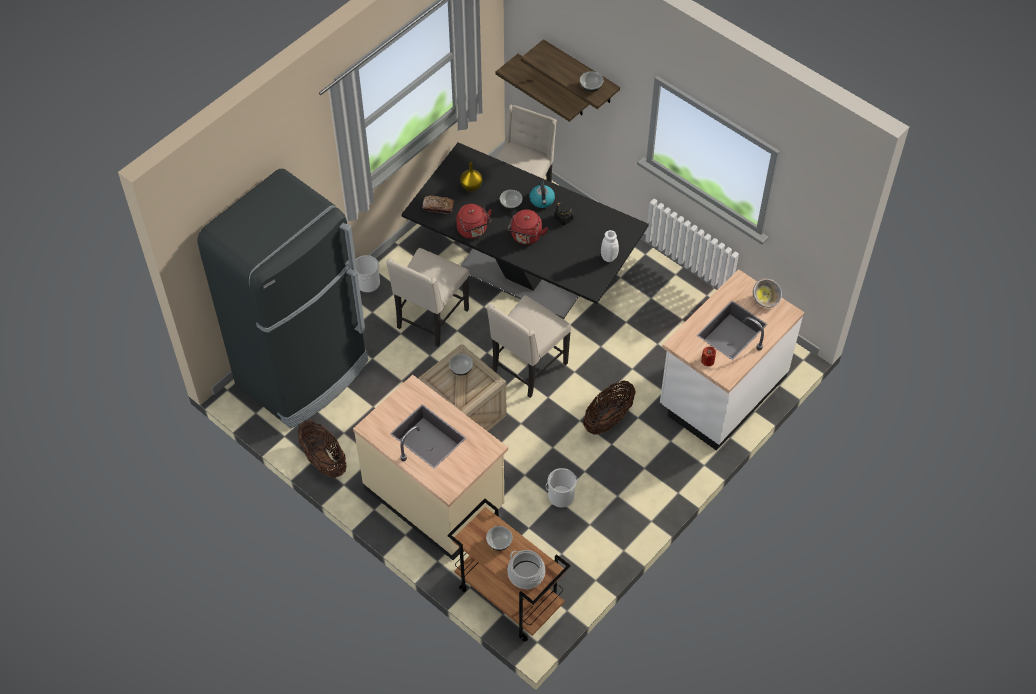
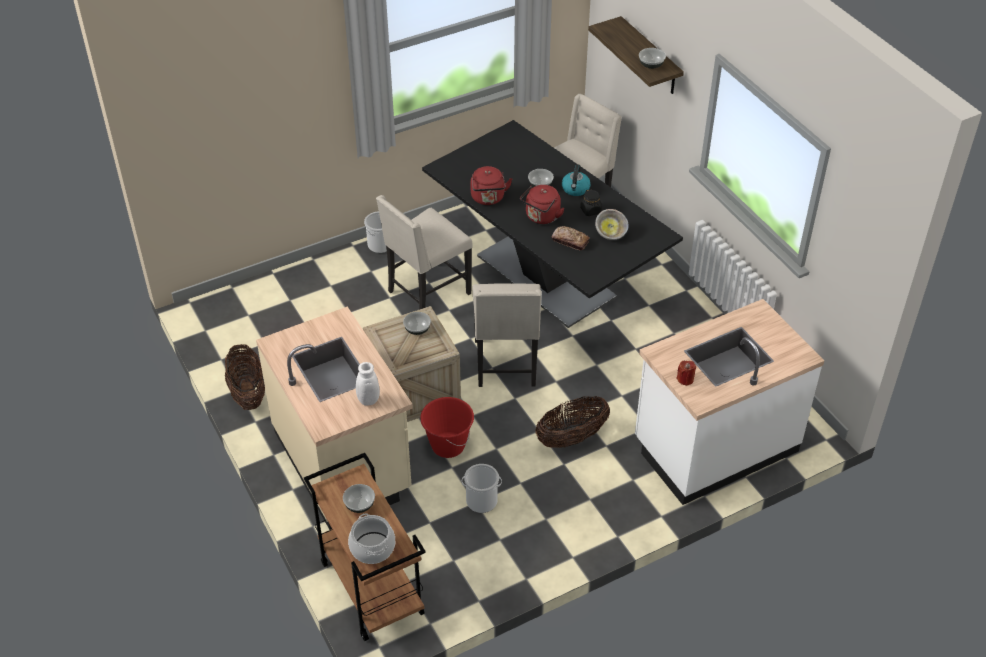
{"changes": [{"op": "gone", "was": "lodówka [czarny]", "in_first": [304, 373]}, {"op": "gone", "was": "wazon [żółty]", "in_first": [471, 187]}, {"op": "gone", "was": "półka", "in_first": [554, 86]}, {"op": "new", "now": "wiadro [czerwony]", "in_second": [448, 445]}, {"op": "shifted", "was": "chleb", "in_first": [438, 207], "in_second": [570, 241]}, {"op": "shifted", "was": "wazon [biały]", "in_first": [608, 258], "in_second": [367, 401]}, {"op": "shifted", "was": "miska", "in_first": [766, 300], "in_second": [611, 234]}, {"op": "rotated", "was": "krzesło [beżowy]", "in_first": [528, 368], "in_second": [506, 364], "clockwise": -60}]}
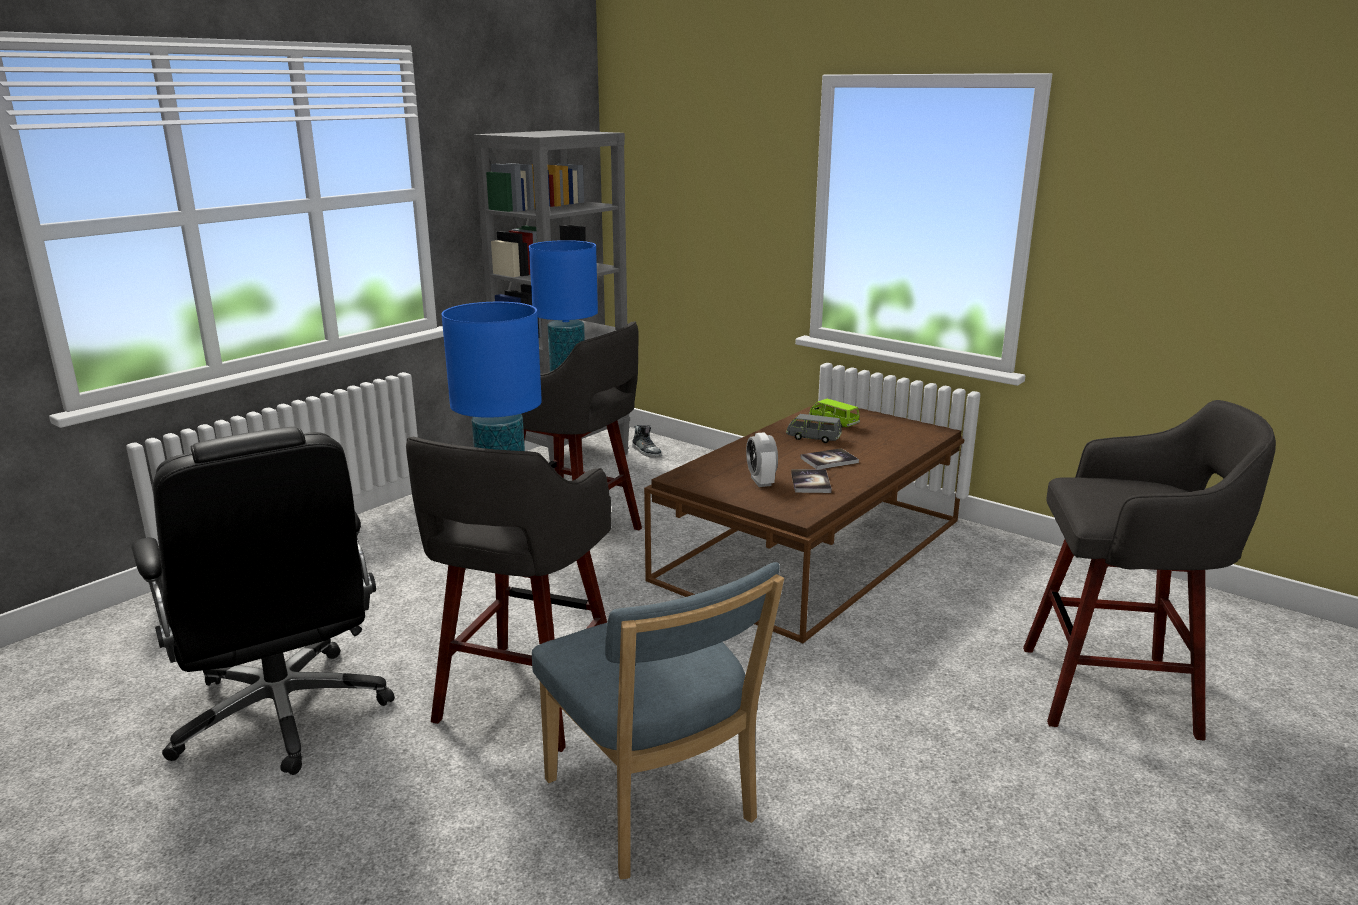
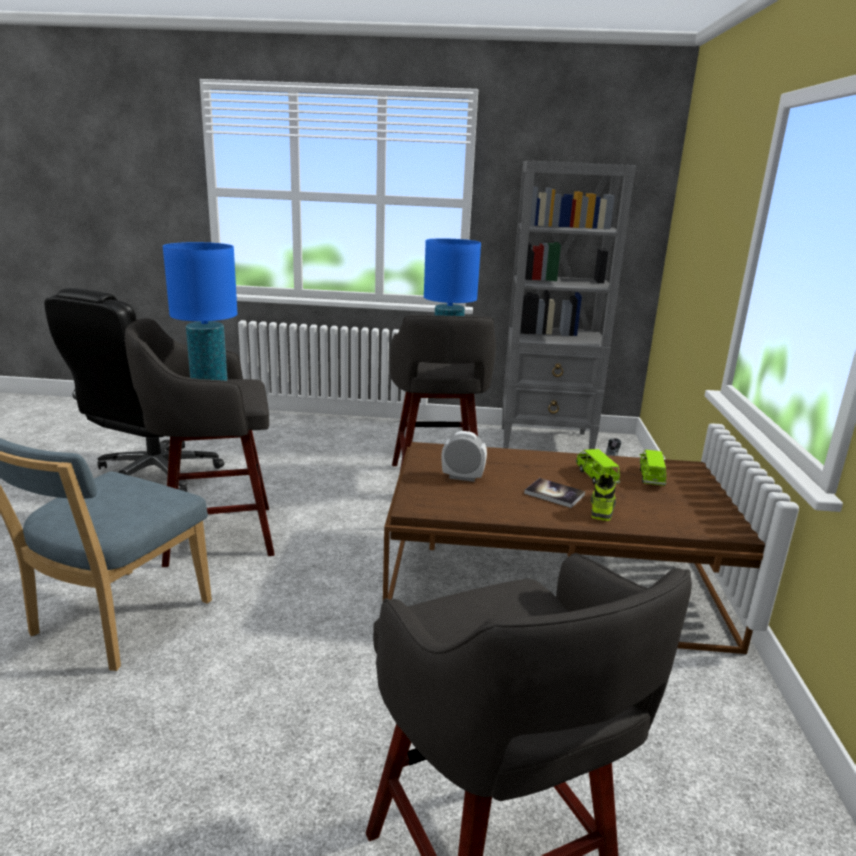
{"changes": [{"op": "gone", "was": "książka", "in_first": [810, 482]}, {"op": "new", "now": "but", "in_second": [601, 507]}, {"op": "repainted", "was": "samochodzik [szary]", "now": "samochodzik [zielony]", "in_first": [813, 438], "in_second": [596, 477]}, {"op": "rotated", "was": "budzik", "in_first": [761, 481], "in_second": [462, 477], "clockwise": 60}]}
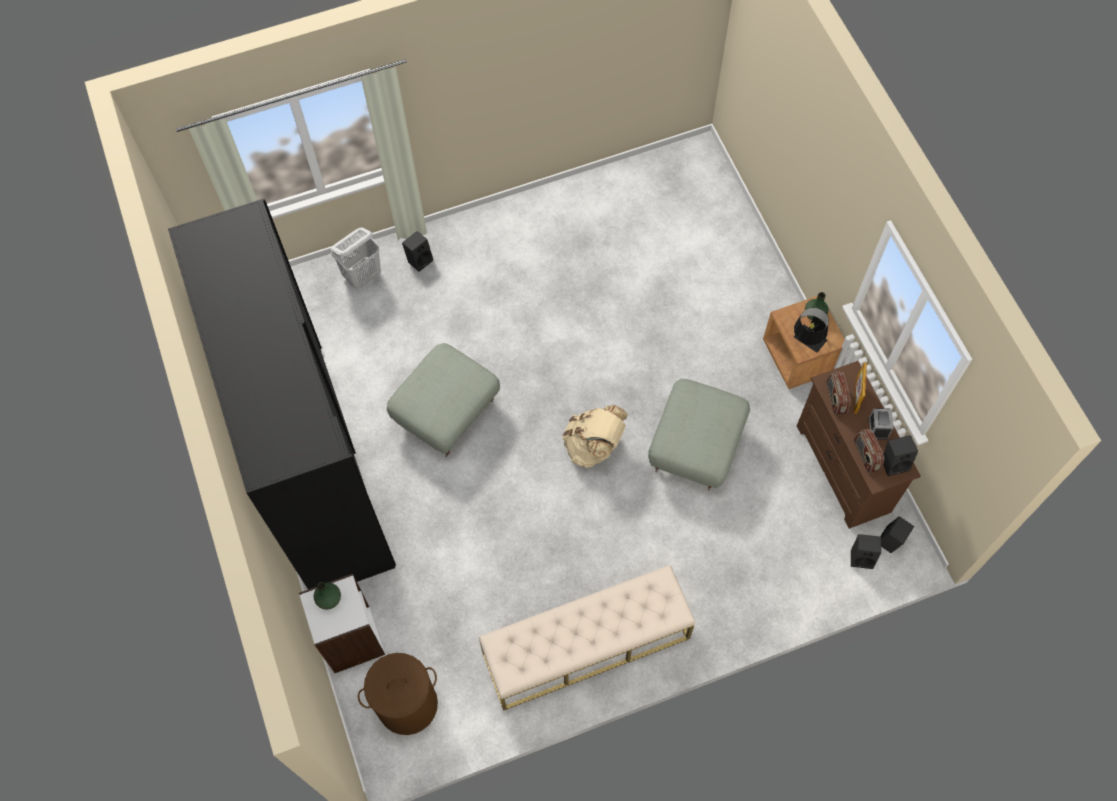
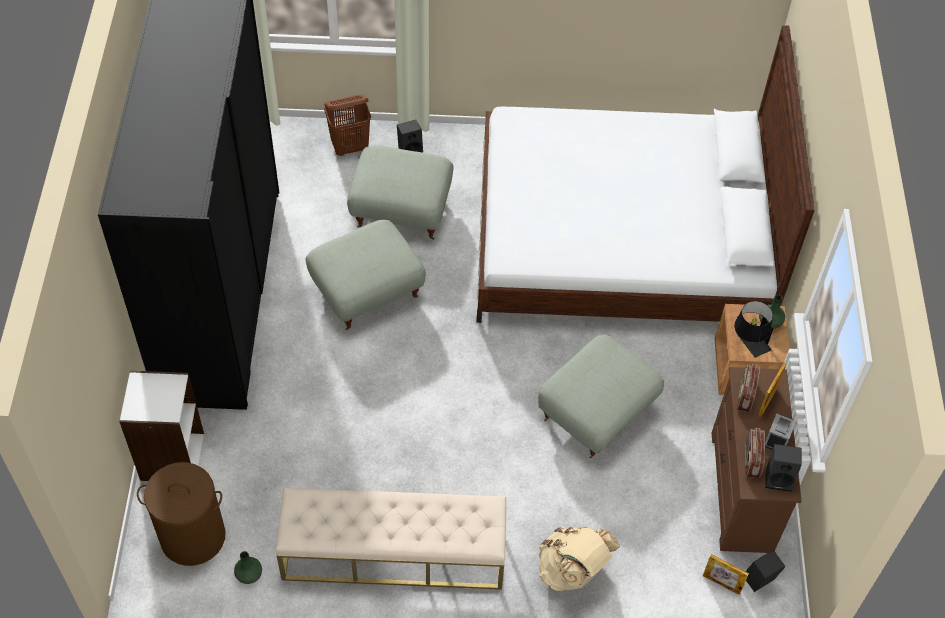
{"changes": [{"op": "new", "now": "pufa [szary]", "in_second": [402, 210]}, {"op": "new", "now": "łóżko", "in_second": [620, 238]}, {"op": "shifted", "was": "wazon [zielony]", "in_first": [328, 599], "in_second": [248, 574]}, {"op": "shifted", "was": "plecak [beżowy]", "in_first": [594, 446], "in_second": [572, 571]}, {"op": "swapped", "was": "głośnik [czarny]", "now": "ramka na zdjęcie", "in_first": [862, 557], "in_second": [721, 584]}, {"op": "repainted", "was": "kosz na pranie [biały]", "now": "kosz na pranie [brązowy]", "in_first": [363, 276], "in_second": [350, 147]}]}
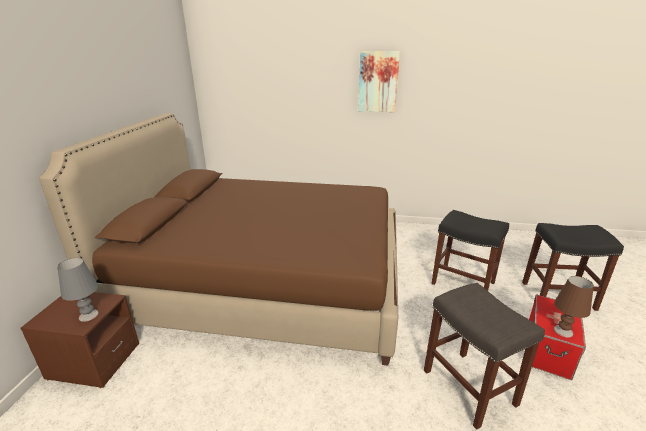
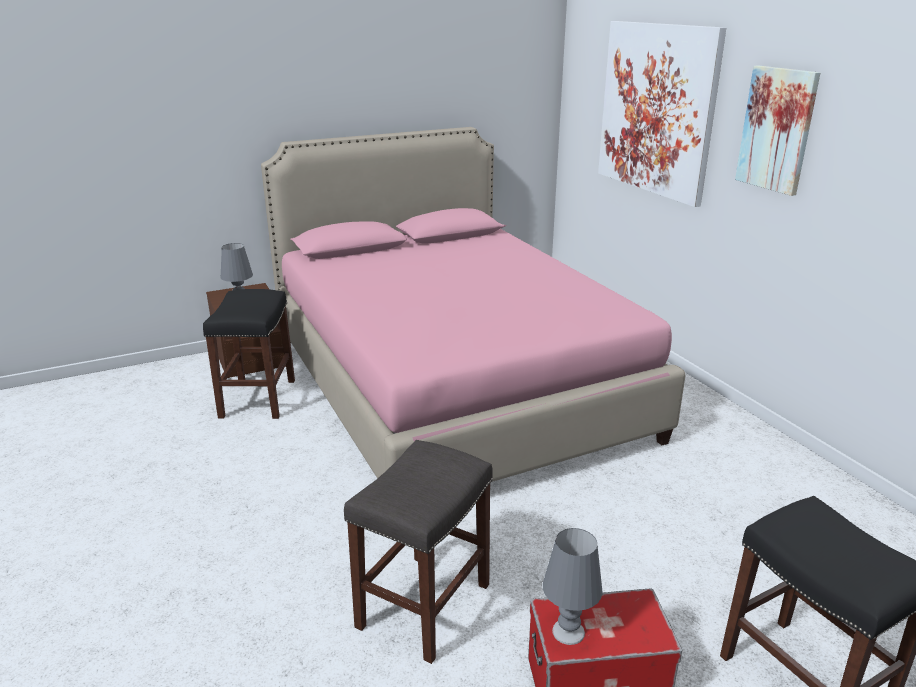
{"changes": [{"op": "new", "now": "obraz", "in_second": [657, 109]}, {"op": "shifted", "was": "stołek [czarny]", "in_first": [462, 283], "in_second": [257, 398]}, {"op": "repainted", "was": "łóżko [brązowy]", "now": "łóżko [różowy]", "in_first": [266, 283], "in_second": [452, 386]}, {"op": "repainted", "was": "lampa stołowa [brązowy]", "now": "lampa stołowa [szary]", "in_first": [563, 331], "in_second": [568, 632]}]}
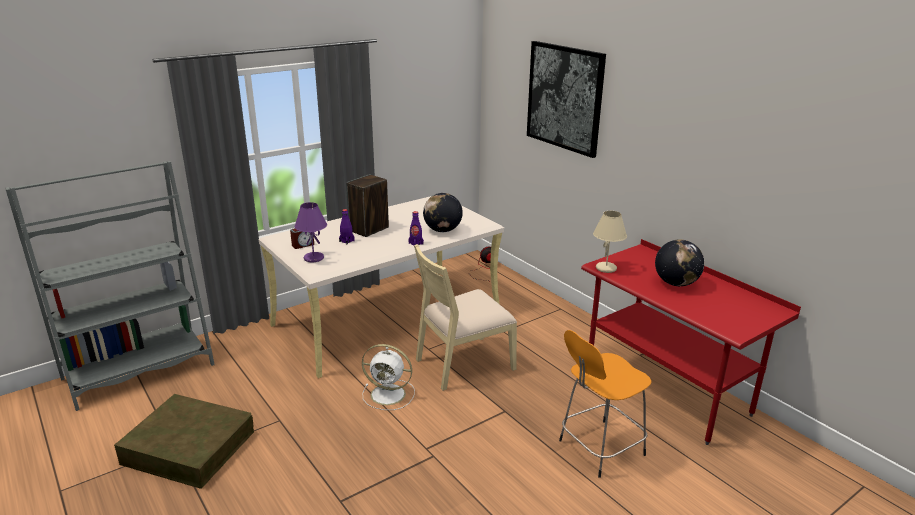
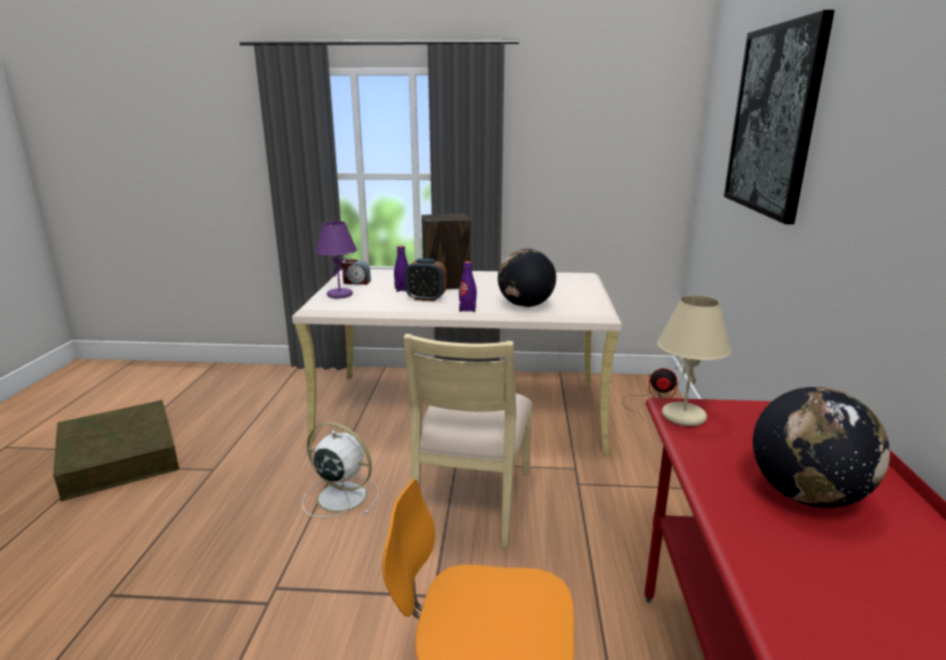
{"changes": [{"op": "gone", "was": "regał [szary]", "in_first": [139, 372]}, {"op": "new", "now": "budzik", "in_second": [426, 298]}, {"op": "rotated", "was": "wentylator [biały]", "in_first": [389, 394], "in_second": [340, 496], "clockwise": 150}, {"op": "rotated", "was": "krzesło [beżowy]", "in_first": [463, 363], "in_second": [471, 501], "clockwise": -90}]}
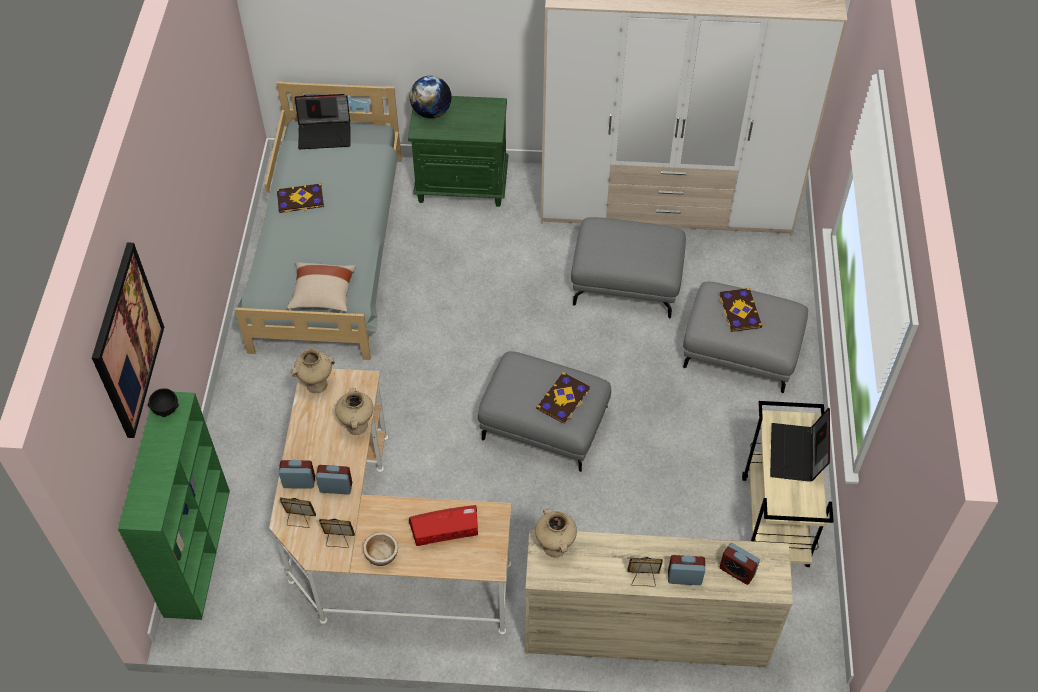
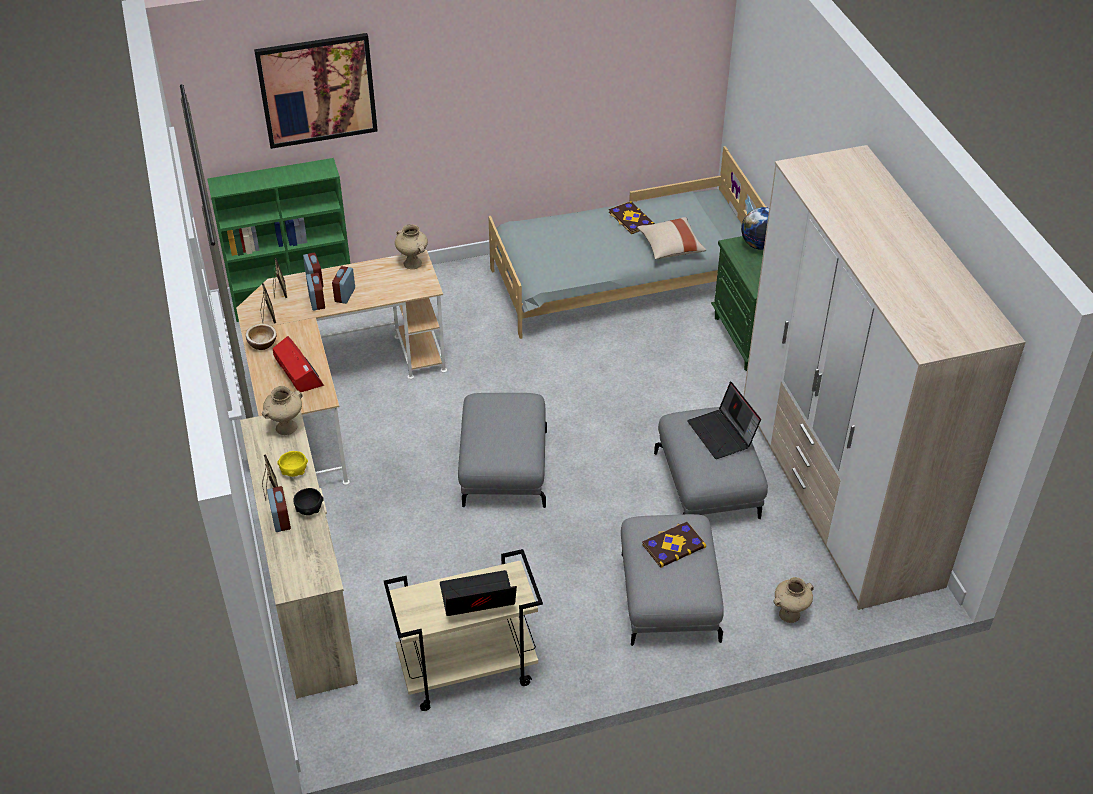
{"changes": [{"op": "gone", "was": "książka", "in_first": [564, 399]}, {"op": "new", "now": "miska [żółty]", "in_second": [294, 471]}, {"op": "shifted", "was": "miska [czarny]", "in_first": [166, 408], "in_second": [309, 509]}, {"op": "shifted", "was": "poduszka [beżowy]", "in_first": [323, 294], "in_second": [670, 247]}, {"op": "shifted", "was": "laptop", "in_first": [325, 133], "in_second": [722, 434]}, {"op": "shifted", "was": "wazon [beżowy]", "in_first": [357, 426], "in_second": [789, 615]}, {"op": "shifted", "was": "budzik", "in_first": [737, 571], "in_second": [345, 295]}]}
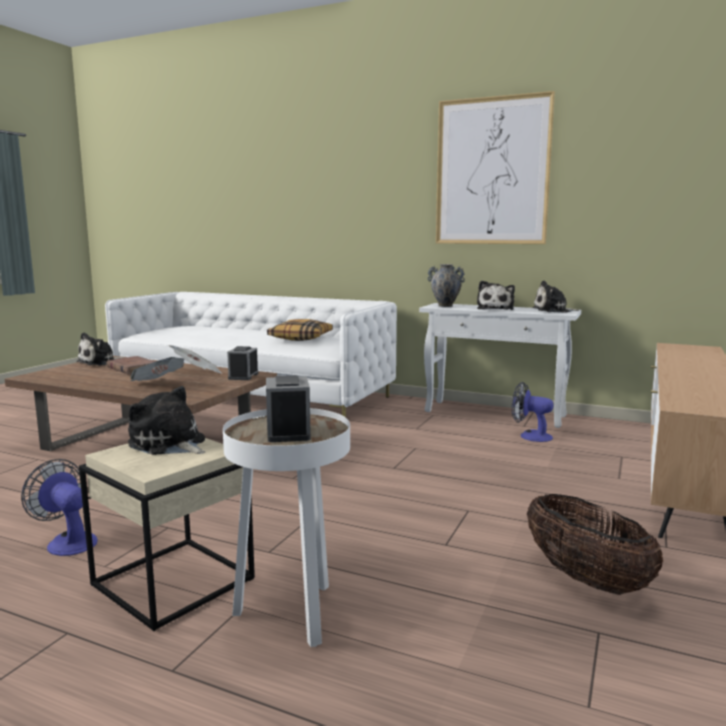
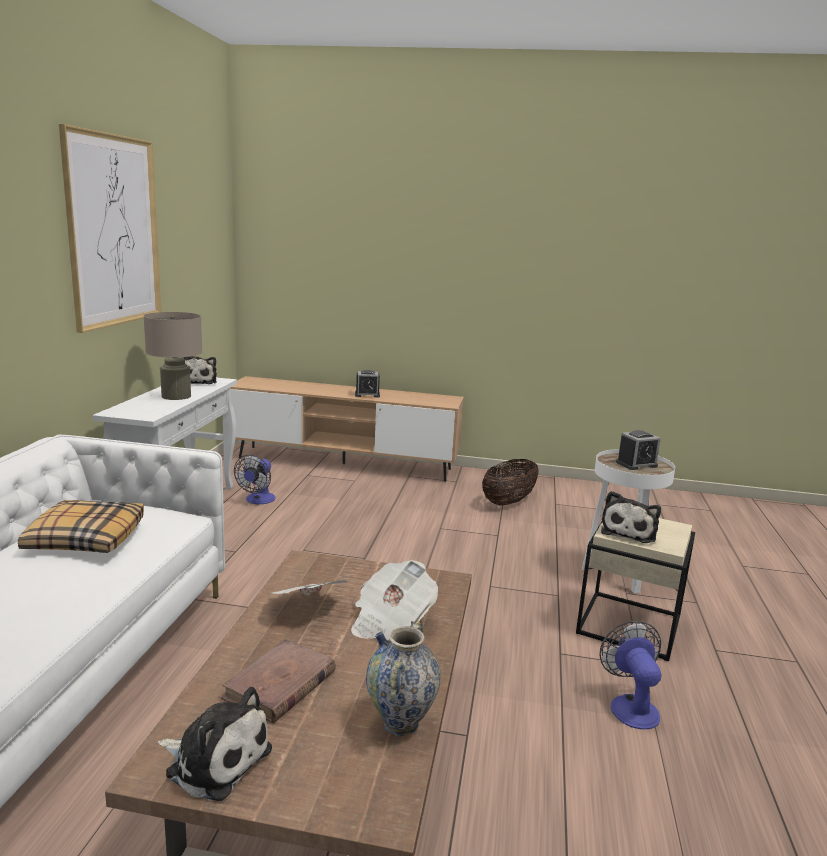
{"changes": [{"op": "shifted", "was": "budzik", "in_first": [243, 376], "in_second": [367, 394]}, {"op": "shifted", "was": "wazon", "in_first": [445, 306], "in_second": [400, 723]}, {"op": "swapped", "was": "pluszak", "now": "lampa stołowa [beżowy]", "in_first": [495, 309], "in_second": [176, 396]}, {"op": "rotated", "was": "wentylator", "in_first": [67, 541], "in_second": [630, 705], "clockwise": 150}]}
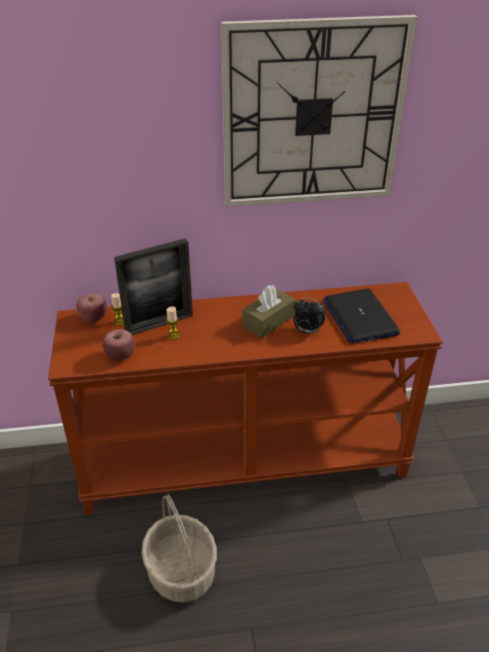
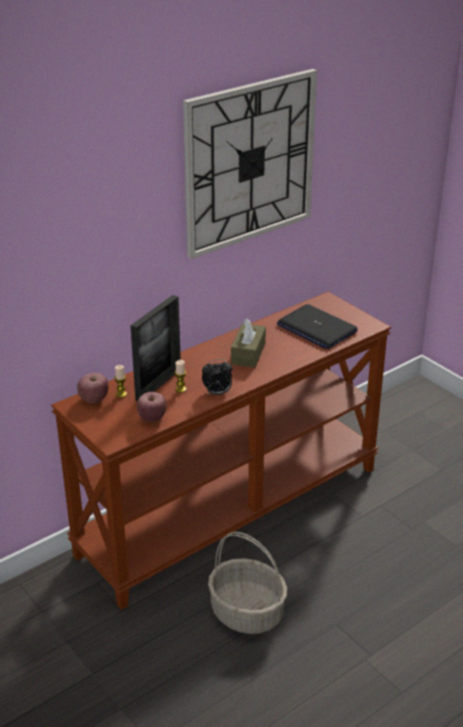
{"changes": [{"op": "shifted", "was": "budzik", "in_first": [307, 331], "in_second": [217, 393]}]}
